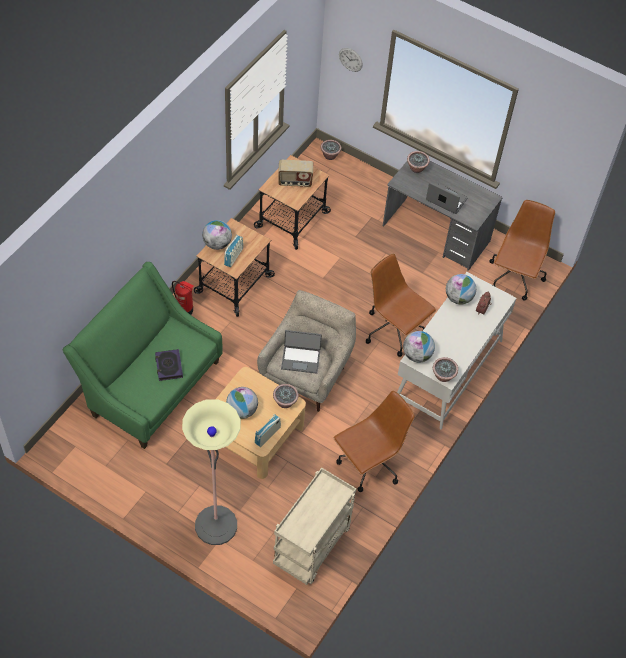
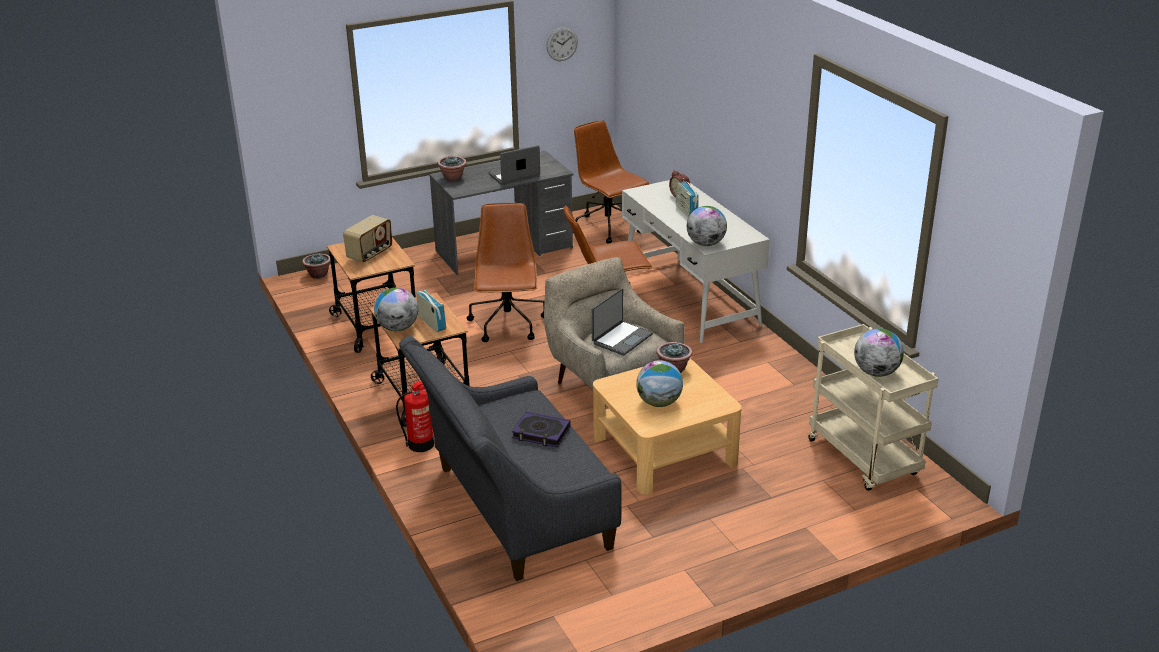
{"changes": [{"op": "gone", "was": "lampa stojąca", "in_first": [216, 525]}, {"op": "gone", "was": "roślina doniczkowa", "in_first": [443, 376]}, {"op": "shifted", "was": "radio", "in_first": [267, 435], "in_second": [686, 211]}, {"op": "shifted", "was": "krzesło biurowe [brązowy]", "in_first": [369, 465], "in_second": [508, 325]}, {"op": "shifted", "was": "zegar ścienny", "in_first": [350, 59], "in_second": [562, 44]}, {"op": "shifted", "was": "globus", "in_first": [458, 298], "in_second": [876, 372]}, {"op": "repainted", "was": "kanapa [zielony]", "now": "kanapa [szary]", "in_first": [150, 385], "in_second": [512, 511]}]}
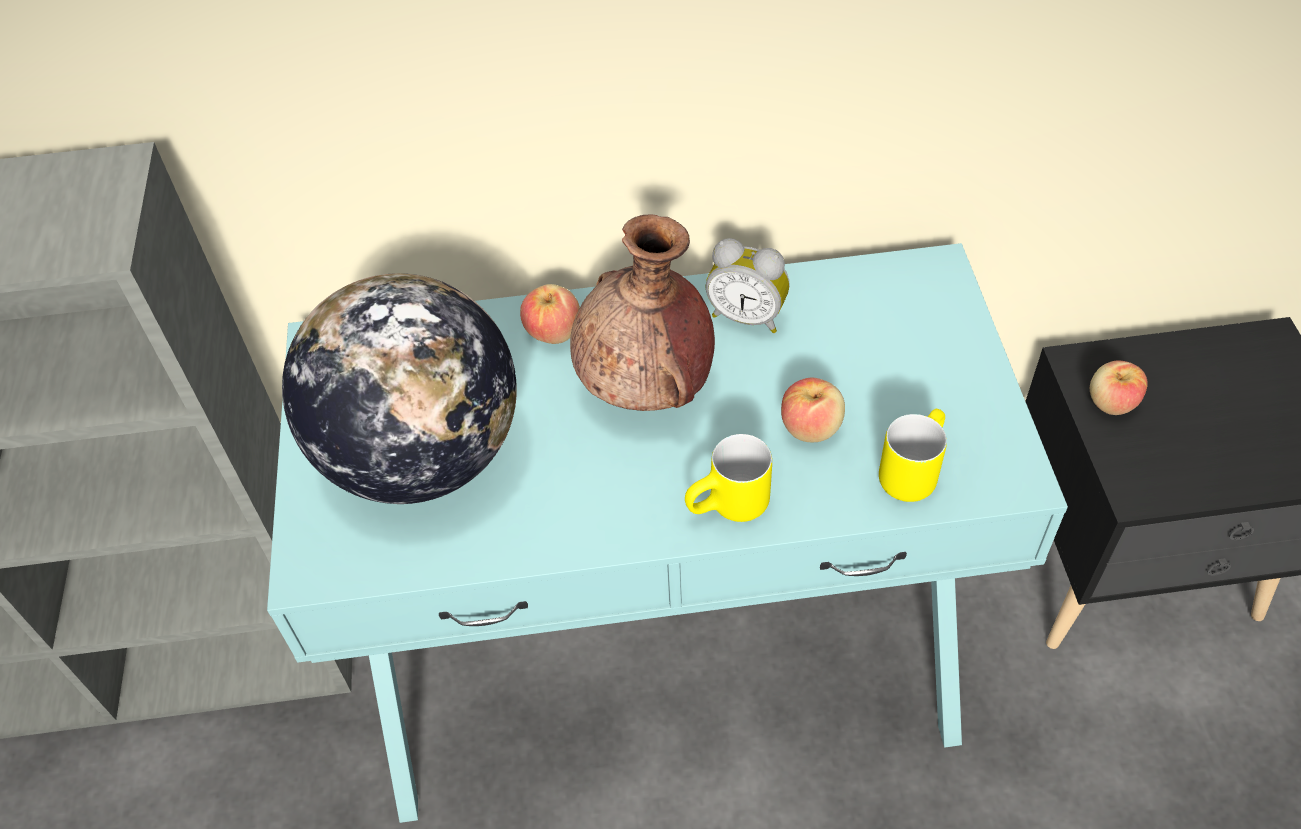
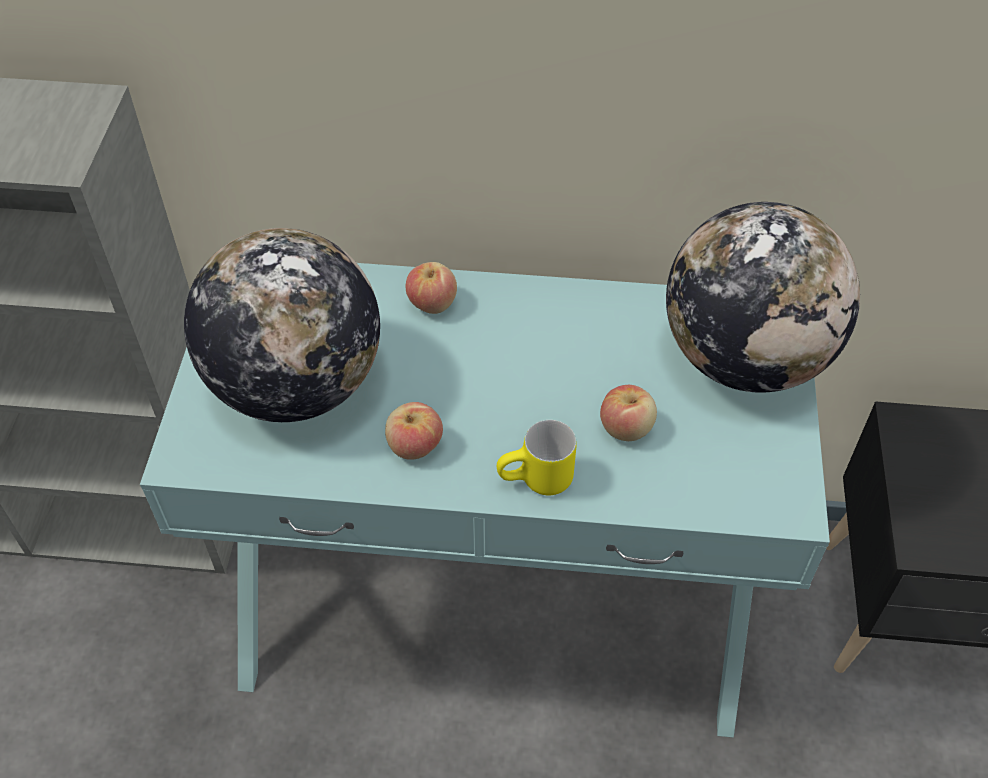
{"changes": [{"op": "gone", "was": "wazon [brązowy]", "in_first": [647, 388]}, {"op": "gone", "was": "budzik", "in_first": [747, 316]}, {"op": "gone", "was": "kubek [żółty]", "in_first": [909, 469]}, {"op": "new", "now": "globus", "in_second": [745, 357]}, {"op": "shifted", "was": "jabłko", "in_first": [1111, 403], "in_second": [414, 446]}]}
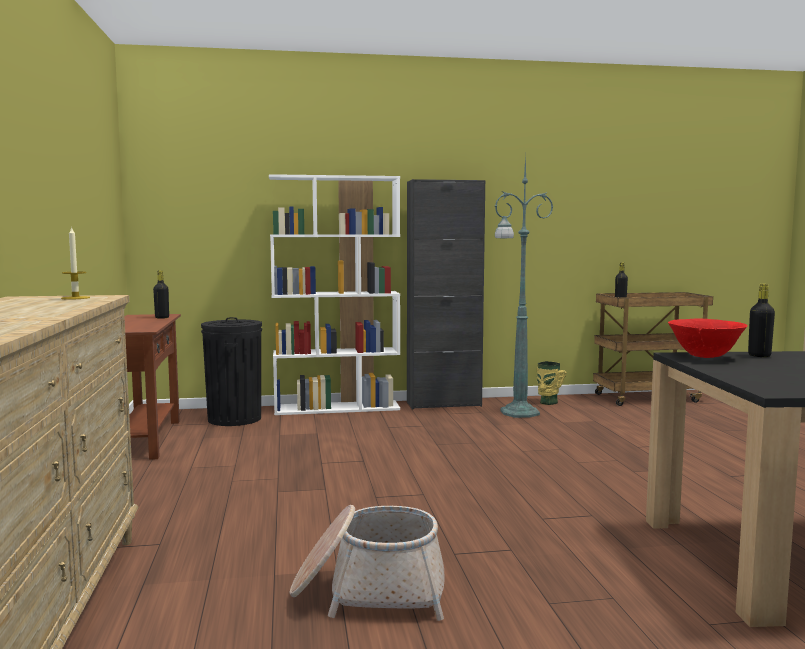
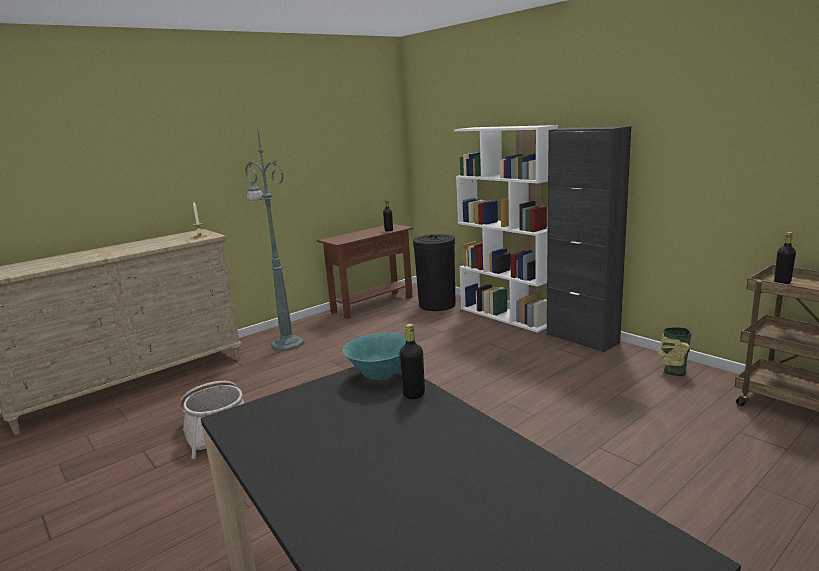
{"changes": [{"op": "shifted", "was": "lampa stojąca [zielony]", "in_first": [517, 413], "in_second": [286, 344]}, {"op": "repainted", "was": "miska [czerwony]", "now": "miska [turkusowy]", "in_first": [705, 357], "in_second": [380, 375]}]}
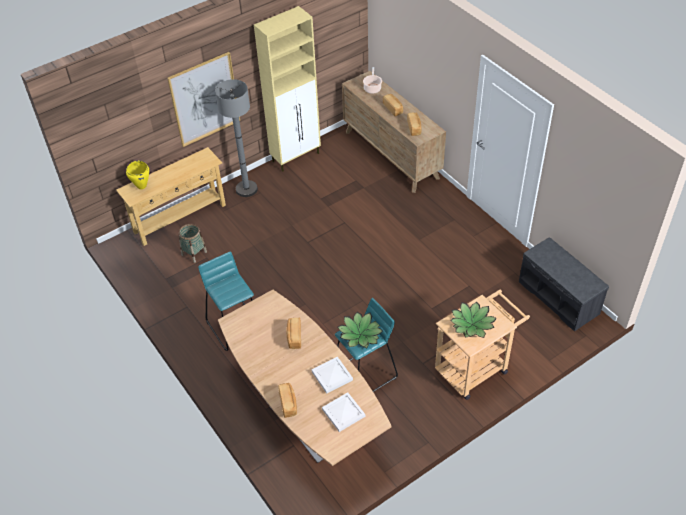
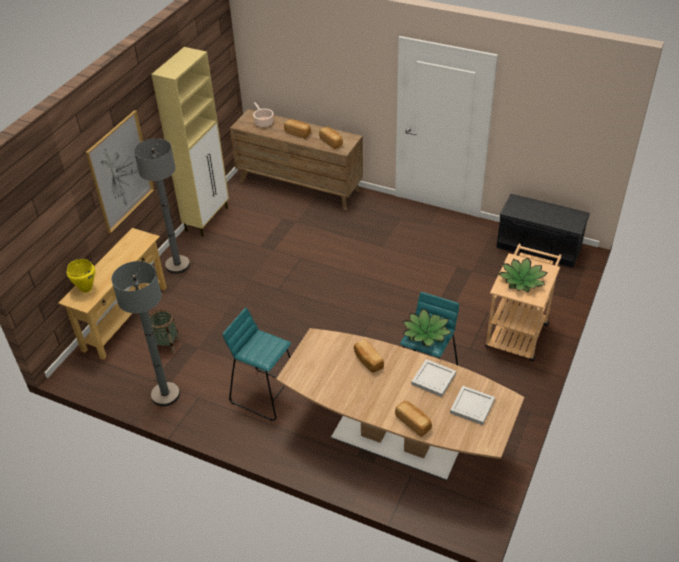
{"changes": [{"op": "new", "now": "lampa stojąca [szary]", "in_second": [165, 395]}]}
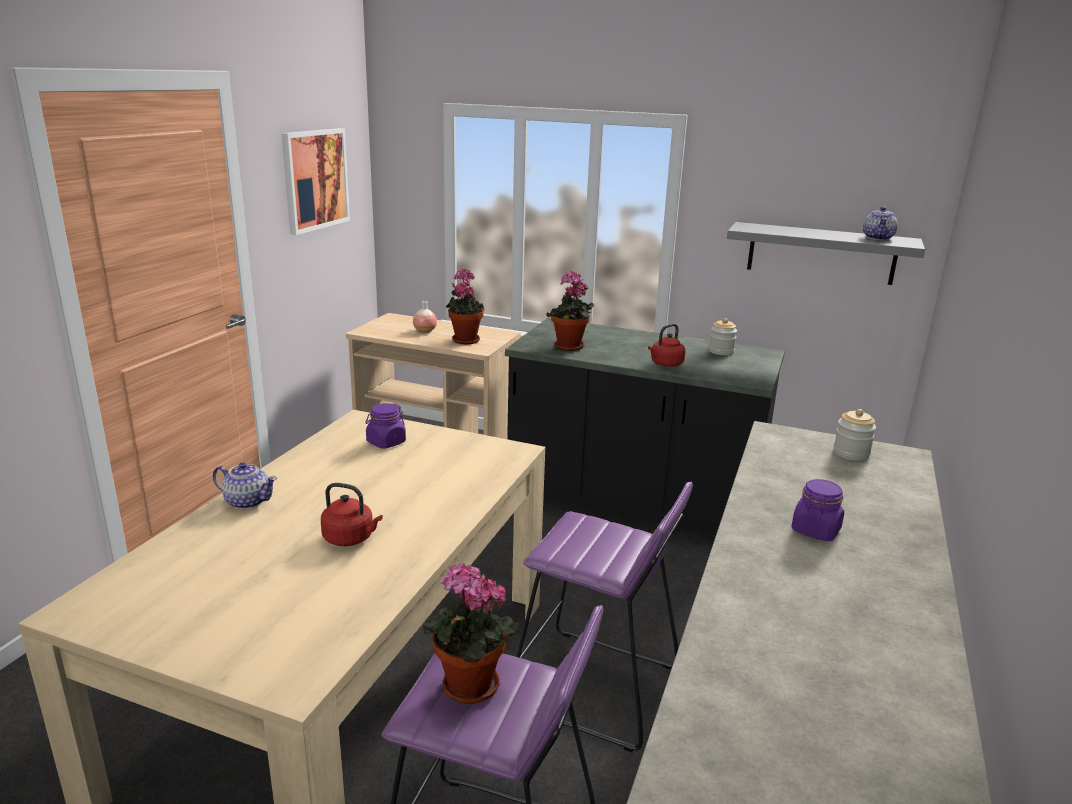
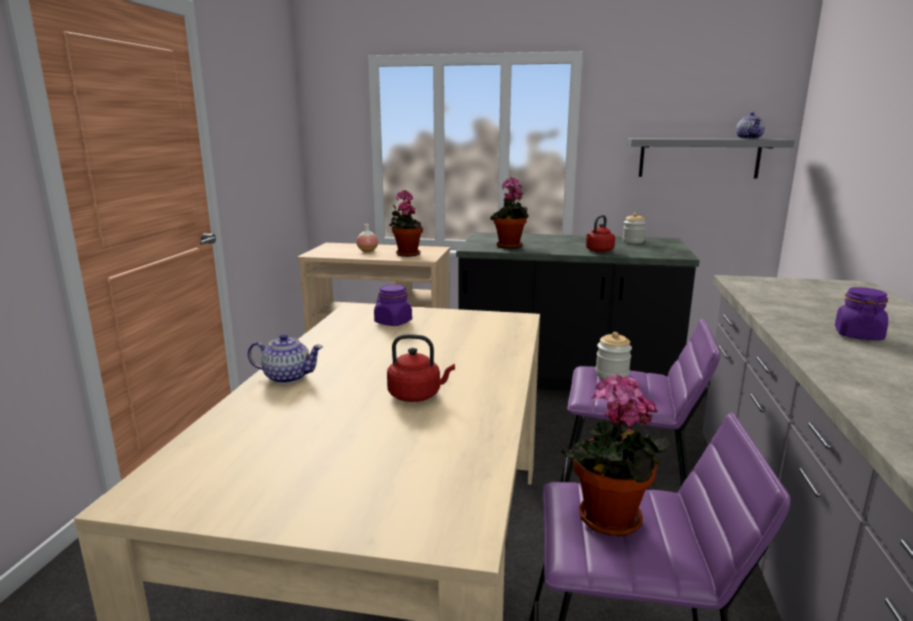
{"changes": [{"op": "gone", "was": "obraz", "in_first": [315, 179]}, {"op": "shifted", "was": "słoik", "in_first": [851, 453], "in_second": [612, 374]}]}
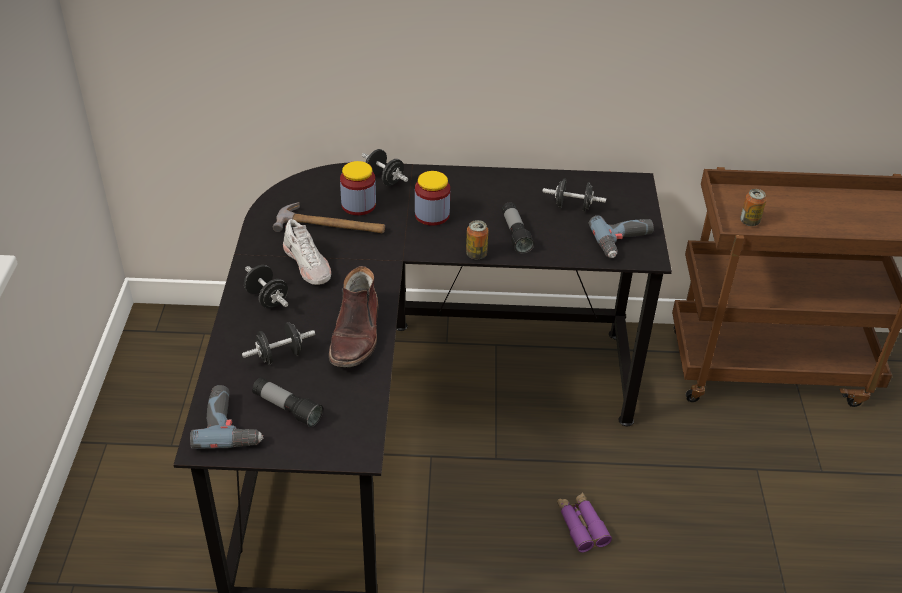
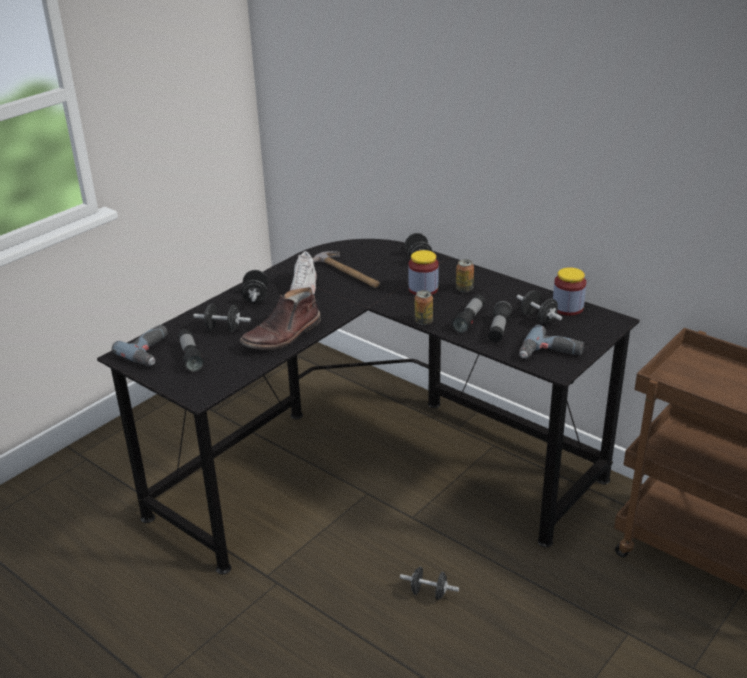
{"changes": [{"op": "new", "now": "latarka", "in_second": [498, 330]}, {"op": "shifted", "was": "słoik", "in_first": [358, 205], "in_second": [567, 308]}, {"op": "shifted", "was": "puszka", "in_first": [749, 221], "in_second": [464, 289]}, {"op": "swapped", "was": "lornetka [fioletowy]", "now": "hantel [czarny]", "in_first": [581, 525], "in_second": [429, 593]}]}
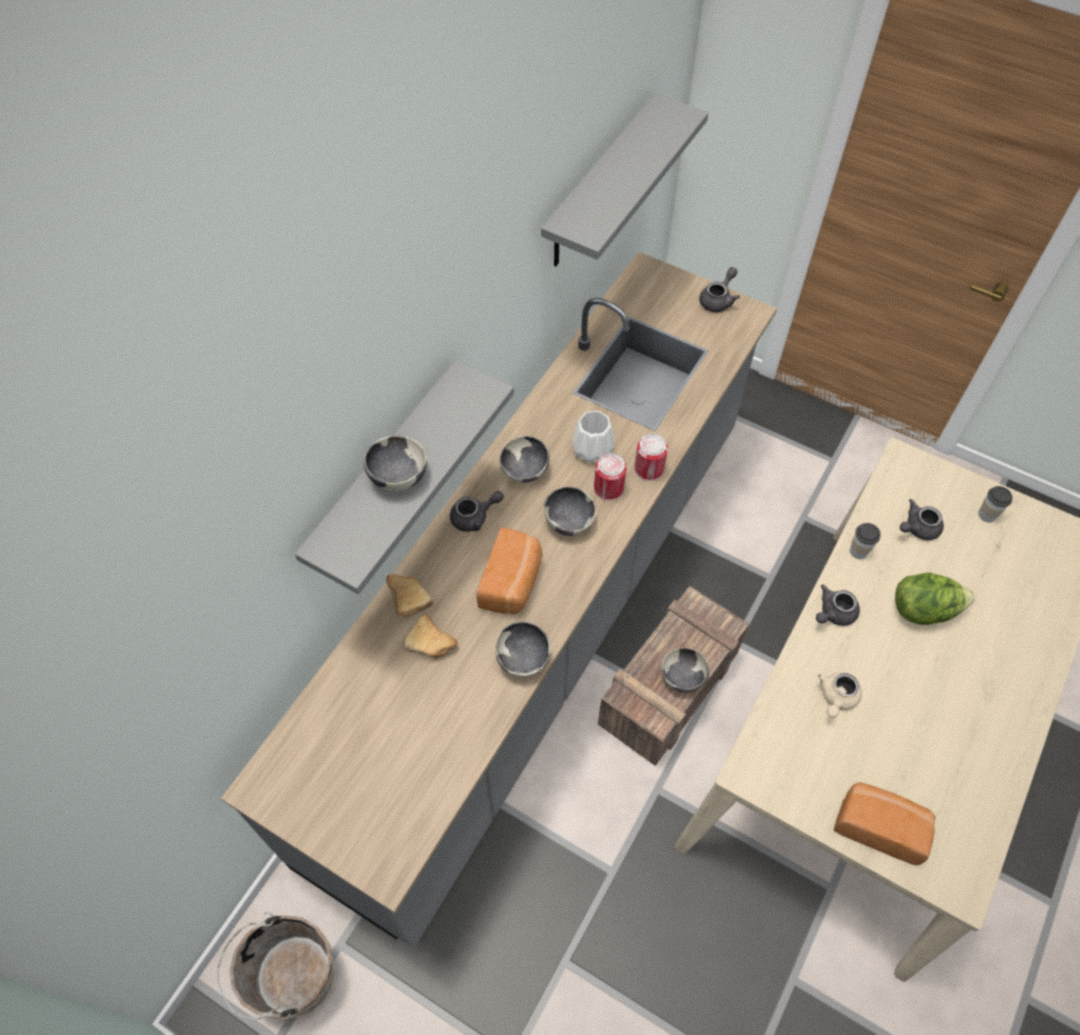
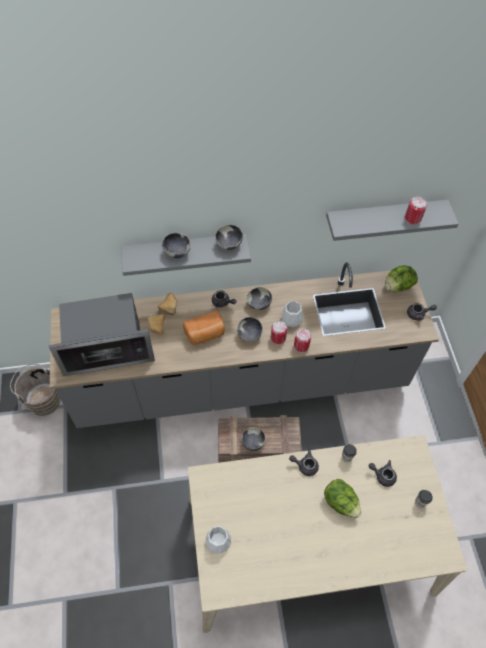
{"changes": [{"op": "gone", "was": "imbryk [beżowy]", "in_first": [836, 698]}, {"op": "new", "now": "mikrofalówka", "in_second": [107, 348]}, {"op": "new", "now": "sałata", "in_second": [398, 286]}, {"op": "new", "now": "puszka", "in_second": [412, 218]}, {"op": "shifted", "was": "miska", "in_first": [523, 659], "in_second": [229, 244]}, {"op": "swapped", "was": "chleb", "now": "wazon [biały]", "in_first": [879, 826], "in_second": [218, 542]}]}
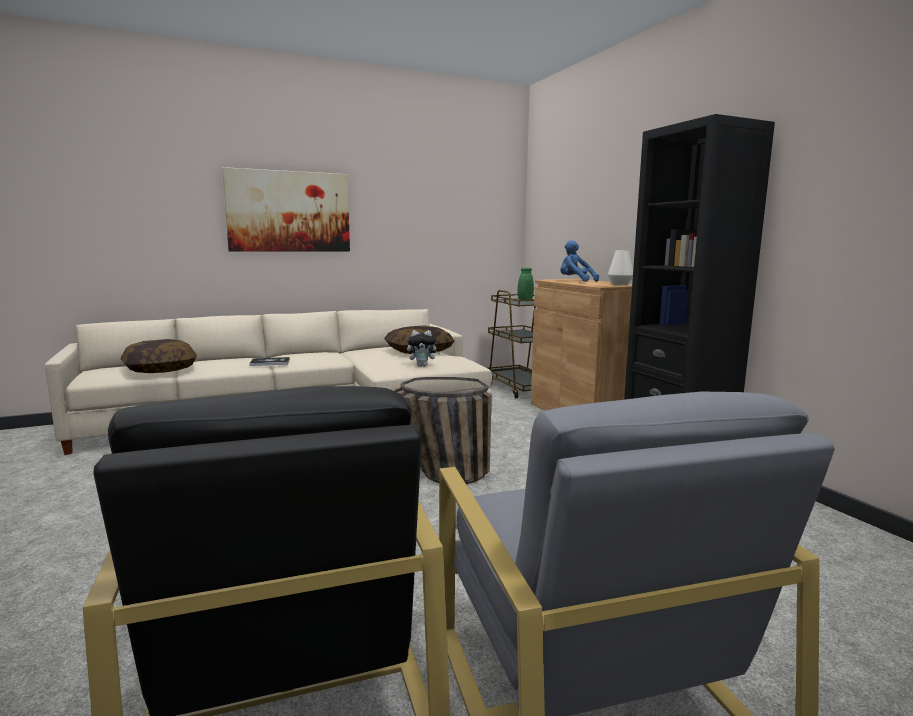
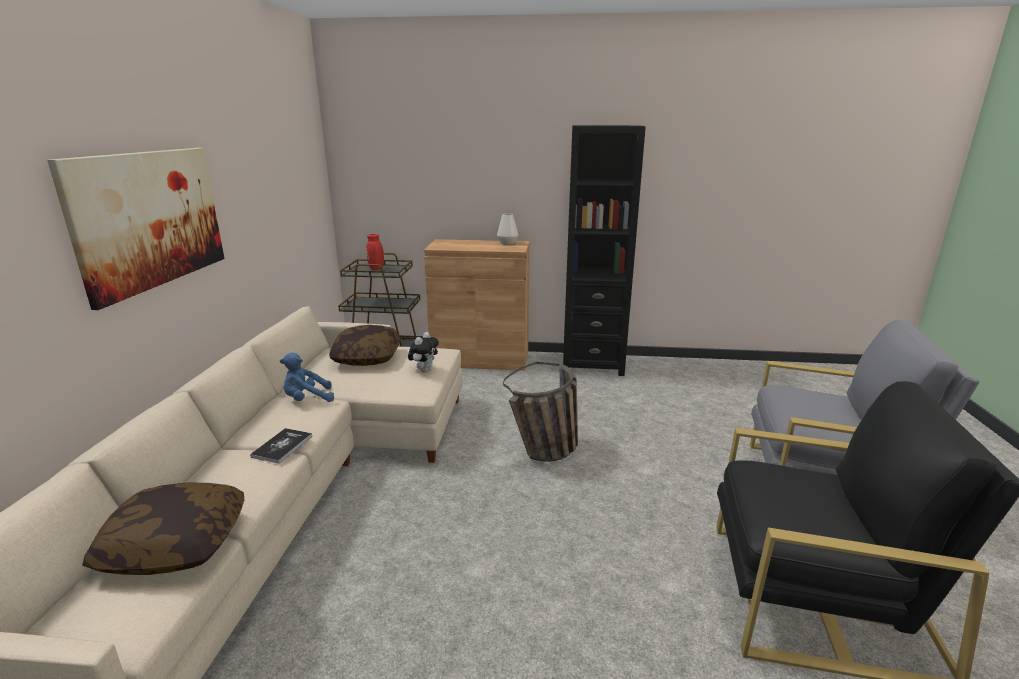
{"changes": [{"op": "shifted", "was": "pluszak [niebieski]", "in_first": [575, 281], "in_second": [307, 399]}, {"op": "repainted", "was": "wazon [zielony]", "now": "wazon [czerwony]", "in_first": [524, 301], "in_second": [376, 269]}]}
